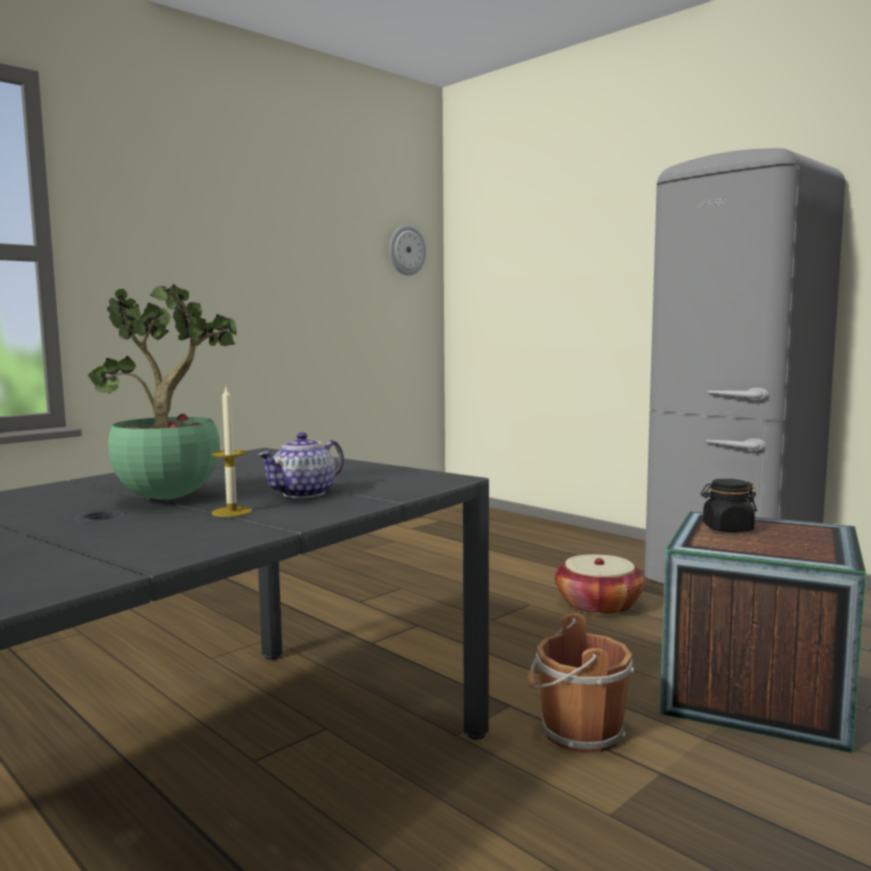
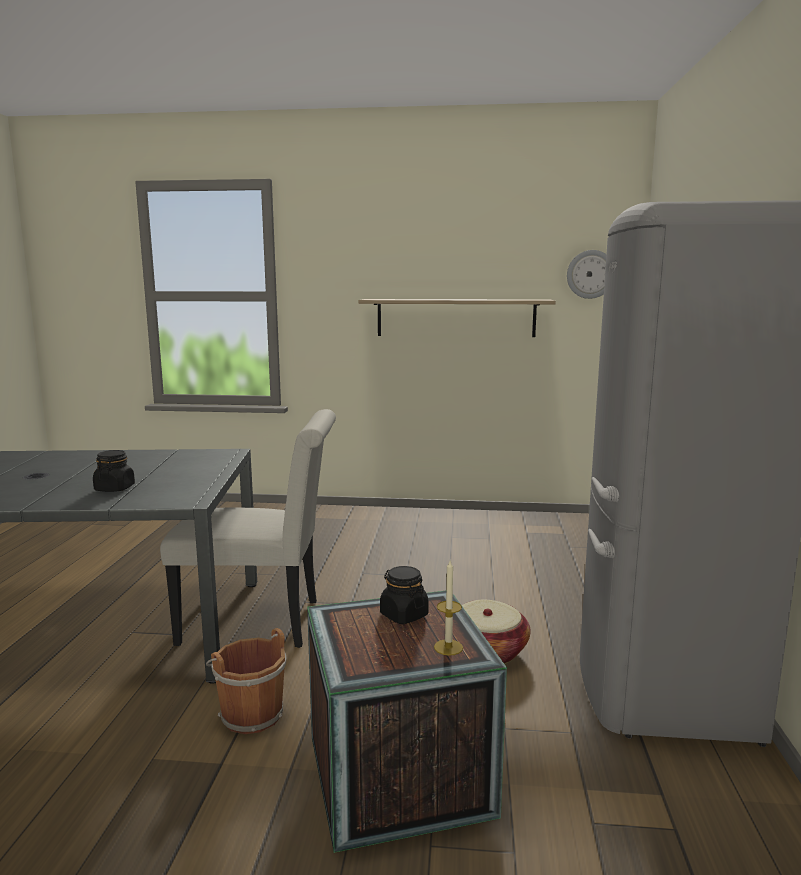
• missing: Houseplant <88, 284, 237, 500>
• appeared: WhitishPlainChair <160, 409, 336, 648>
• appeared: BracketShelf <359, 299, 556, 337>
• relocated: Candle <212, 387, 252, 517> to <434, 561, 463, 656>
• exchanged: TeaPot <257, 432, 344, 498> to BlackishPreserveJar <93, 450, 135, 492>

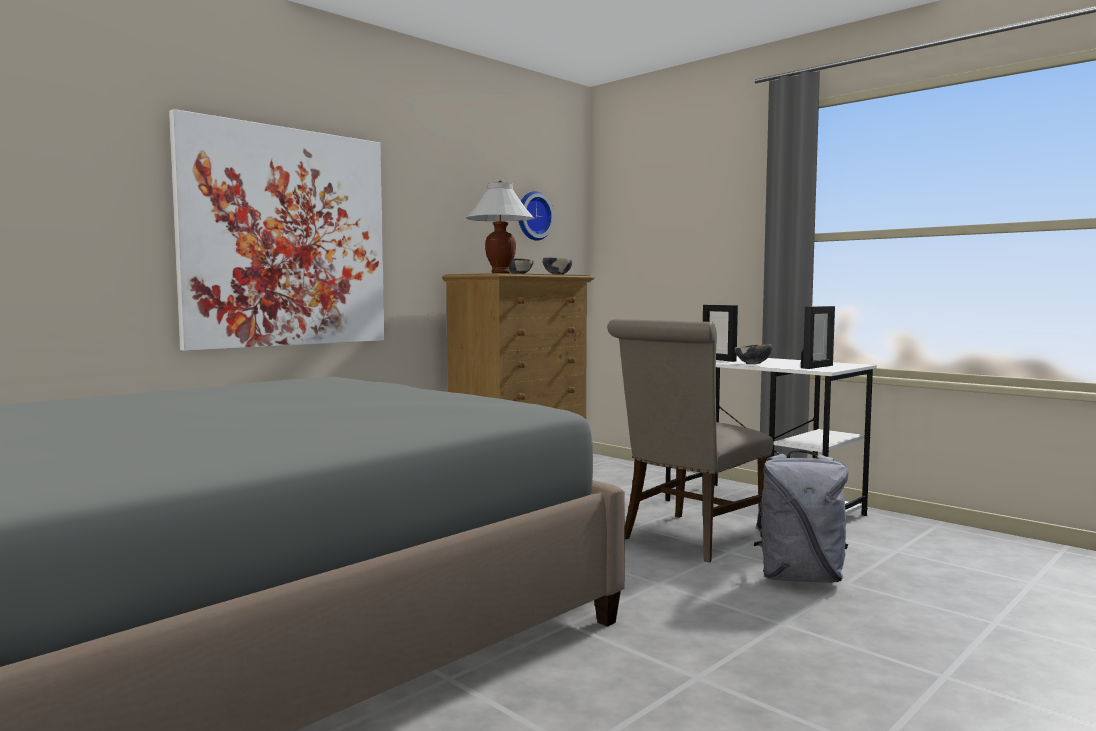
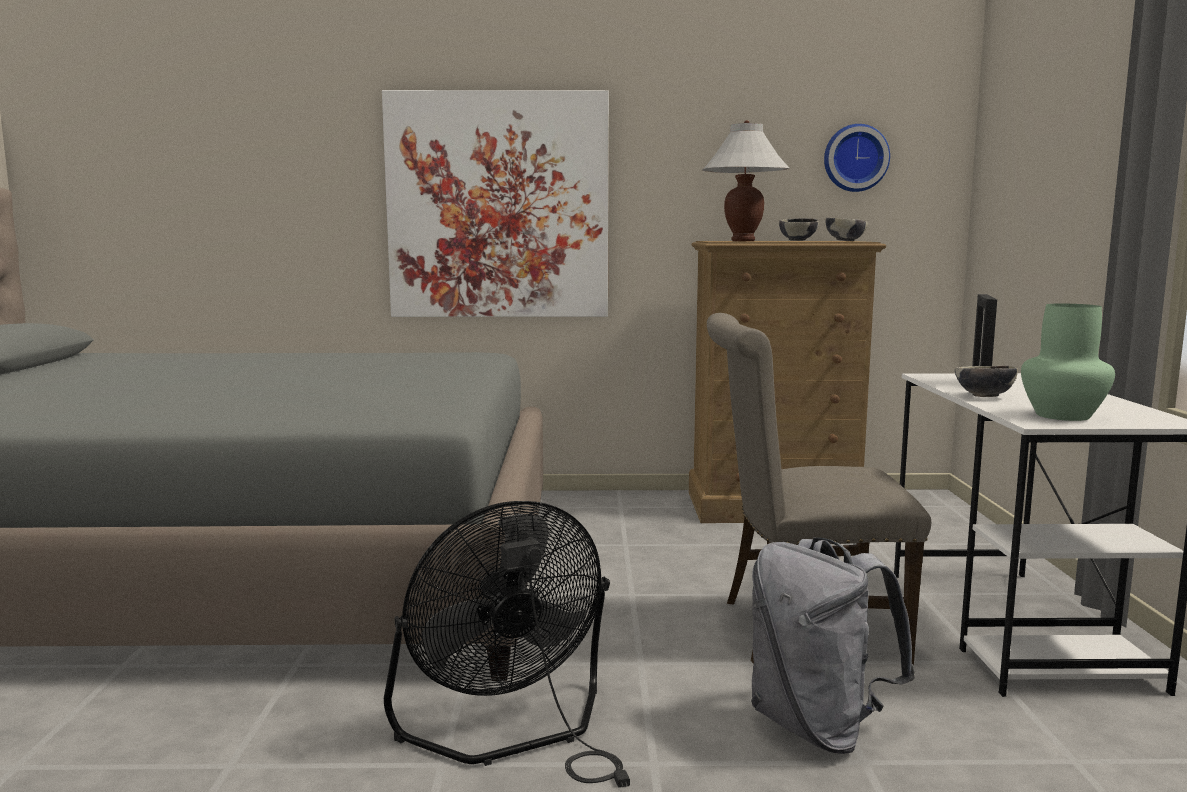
• appeared: BlackishFan <384, 501, 630, 788>
• exchanged: PhotoFrame <801, 306, 835, 369> to GreenColouredFlowerVase <1021, 304, 1115, 421>

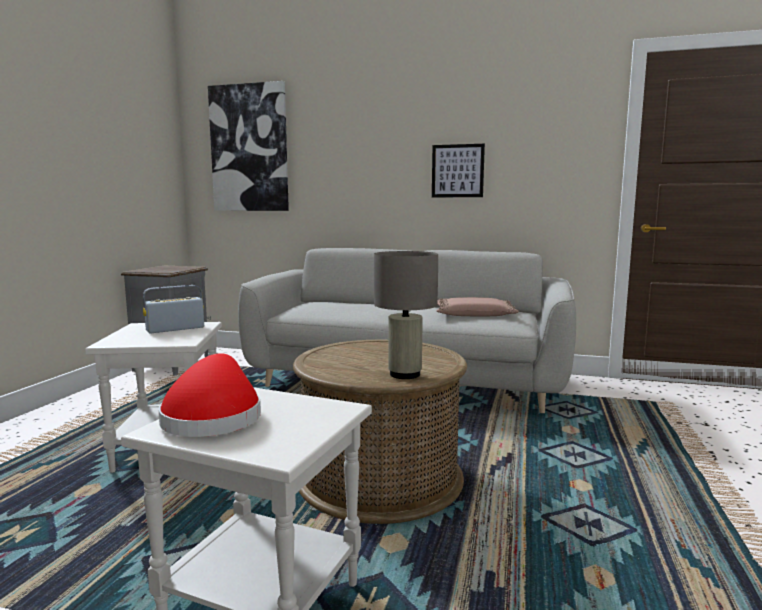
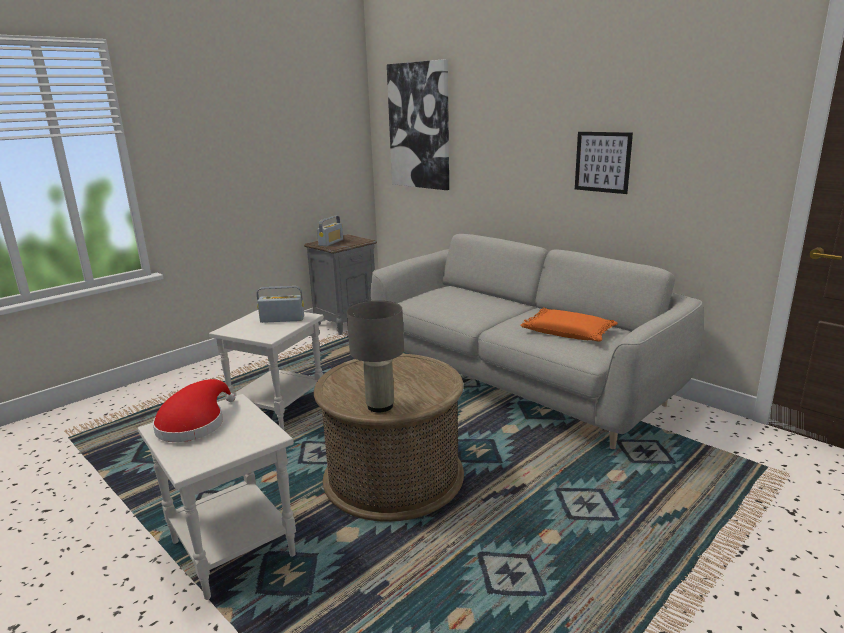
• appeared: RadioReceiver <317, 216, 343, 246>
• colour: BeigeThrowPillow <437, 297, 519, 317> to OrangeColouredThrowPillow <520, 308, 618, 341>

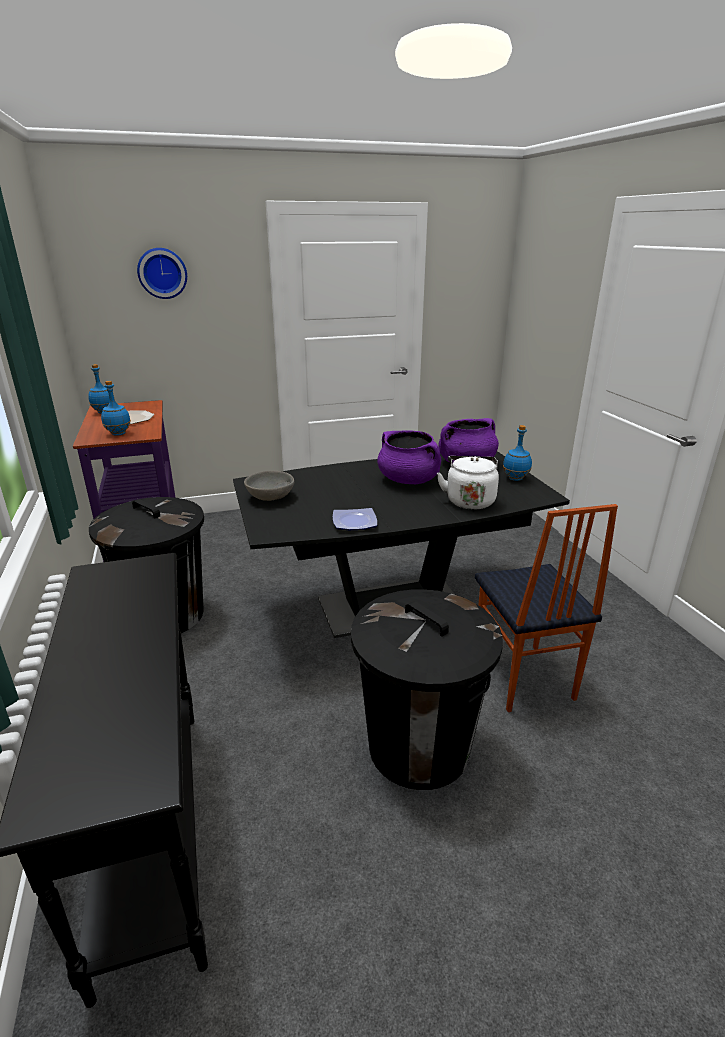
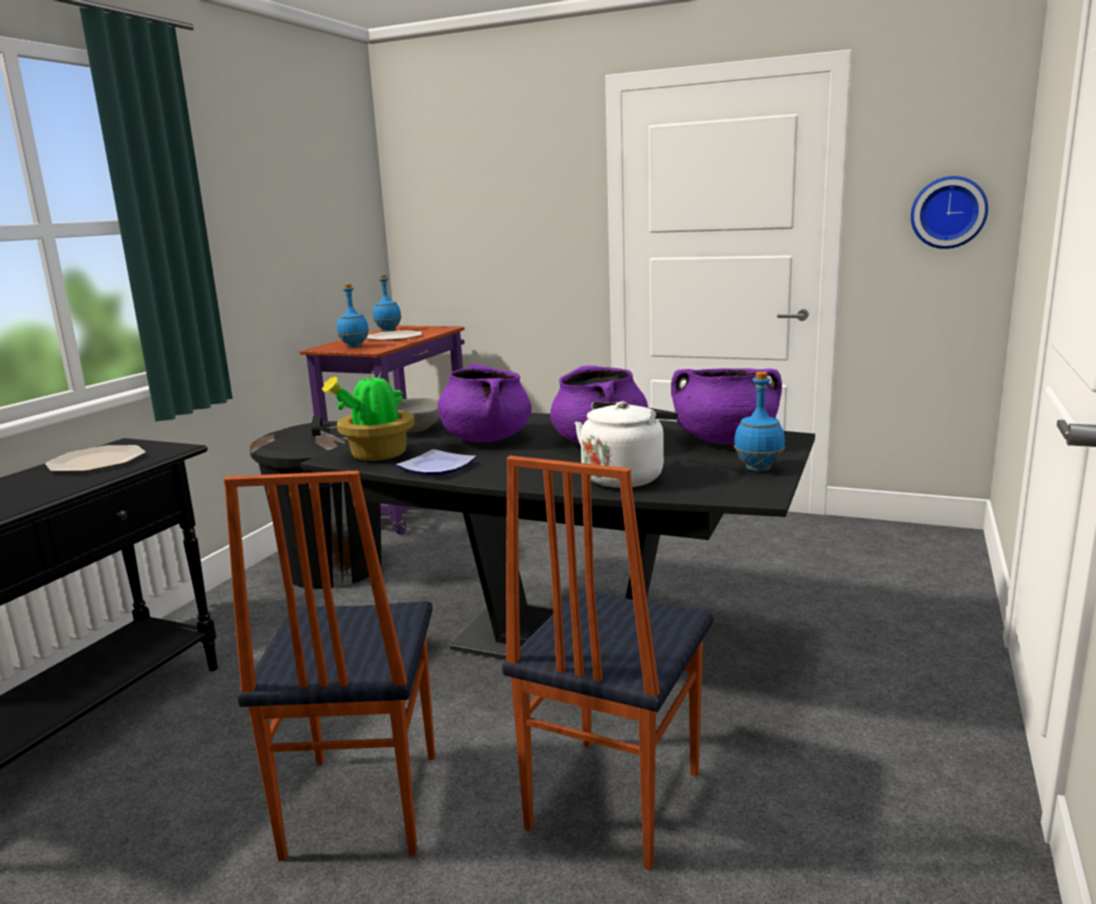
• appeared: Plate <45, 445, 146, 472>
• appeared: Houseplant <322, 371, 415, 461>
• appeared: PurpleColouredCookingPot <438, 364, 532, 442>
• relocated: HangingClock <137, 248, 187, 299> to <911, 176, 988, 249>
• exchanged: BlackishWasteBin <351, 589, 503, 790> to PlainChair <223, 471, 435, 861>

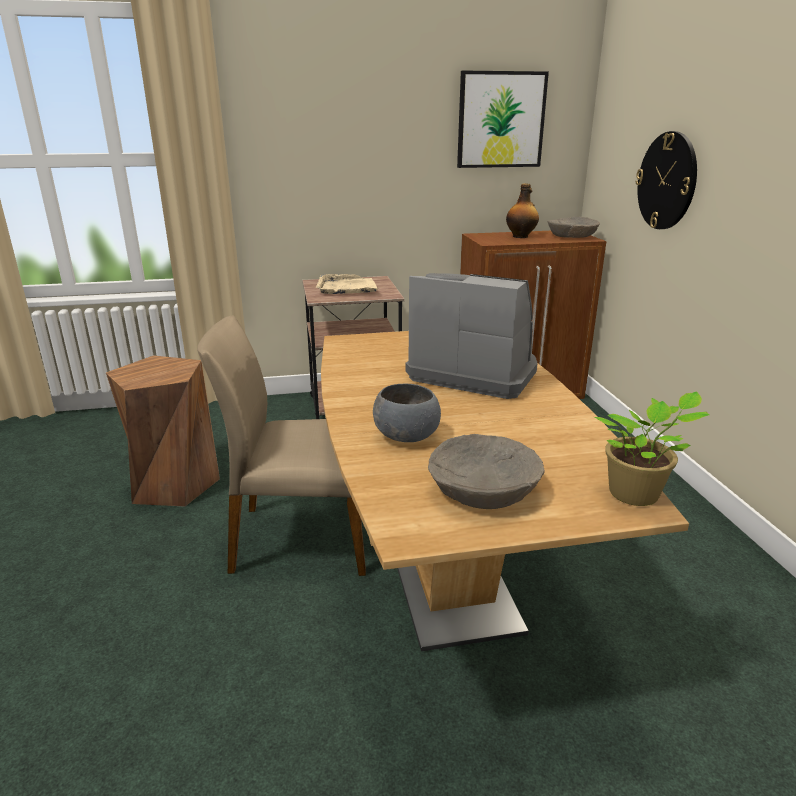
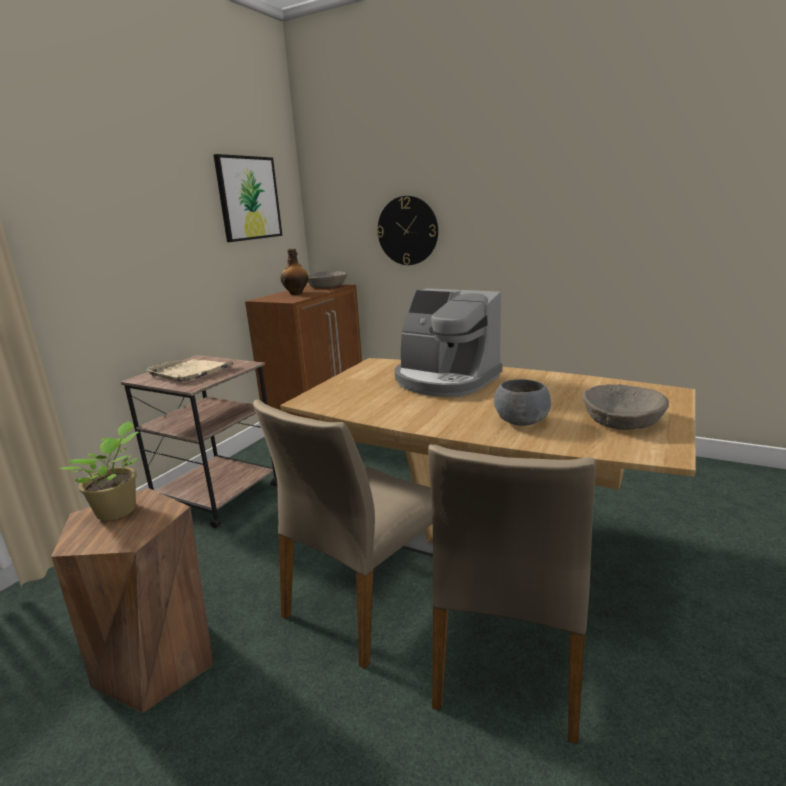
• appeared: BeigePlainChair <428, 444, 596, 744>
• relocated: Houseplant <594, 391, 709, 506> to <59, 421, 139, 521>
• spun: CoffeeMaker <406, 273, 538, 399> = <394, 288, 503, 397> 120 degrees counterclockwise

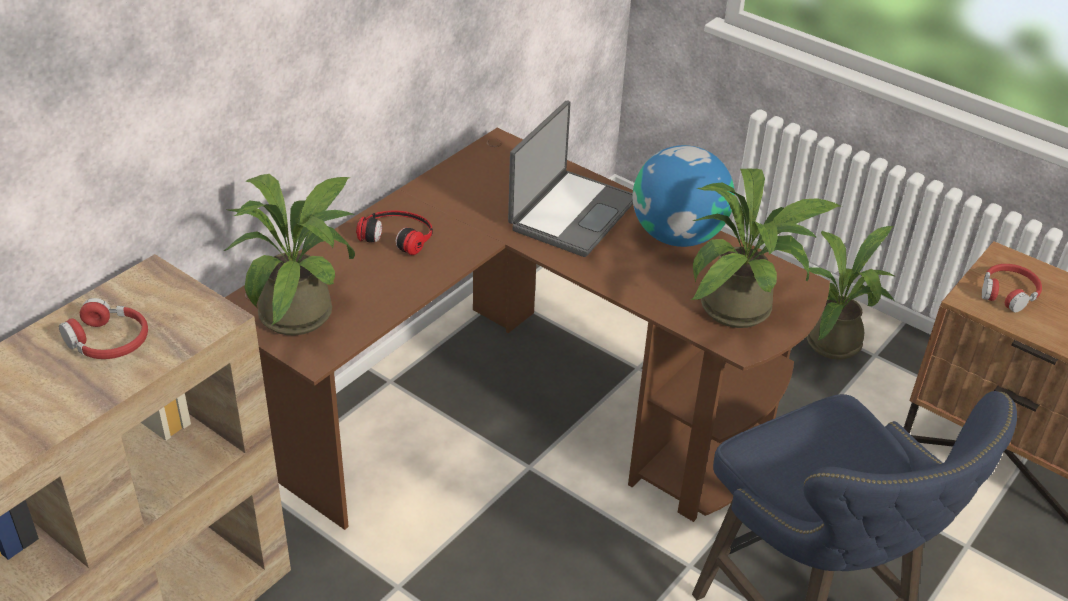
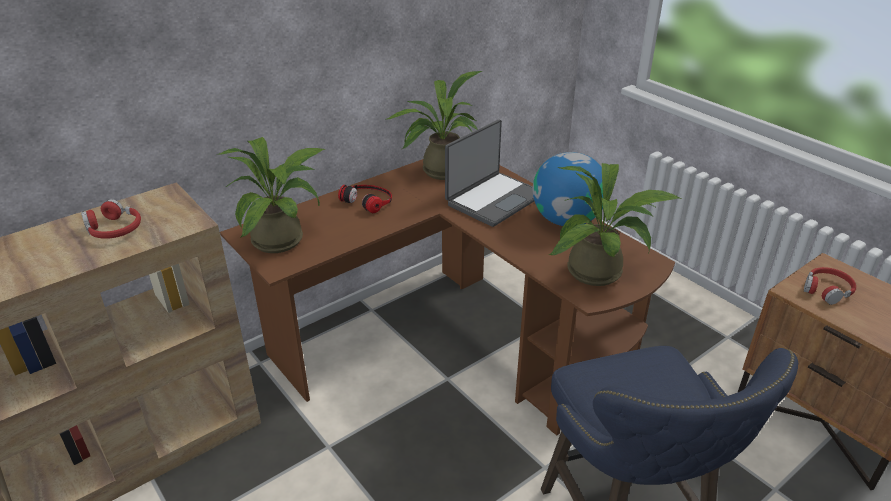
• relocated: Houseplant <804, 226, 896, 360> to <385, 71, 483, 180>

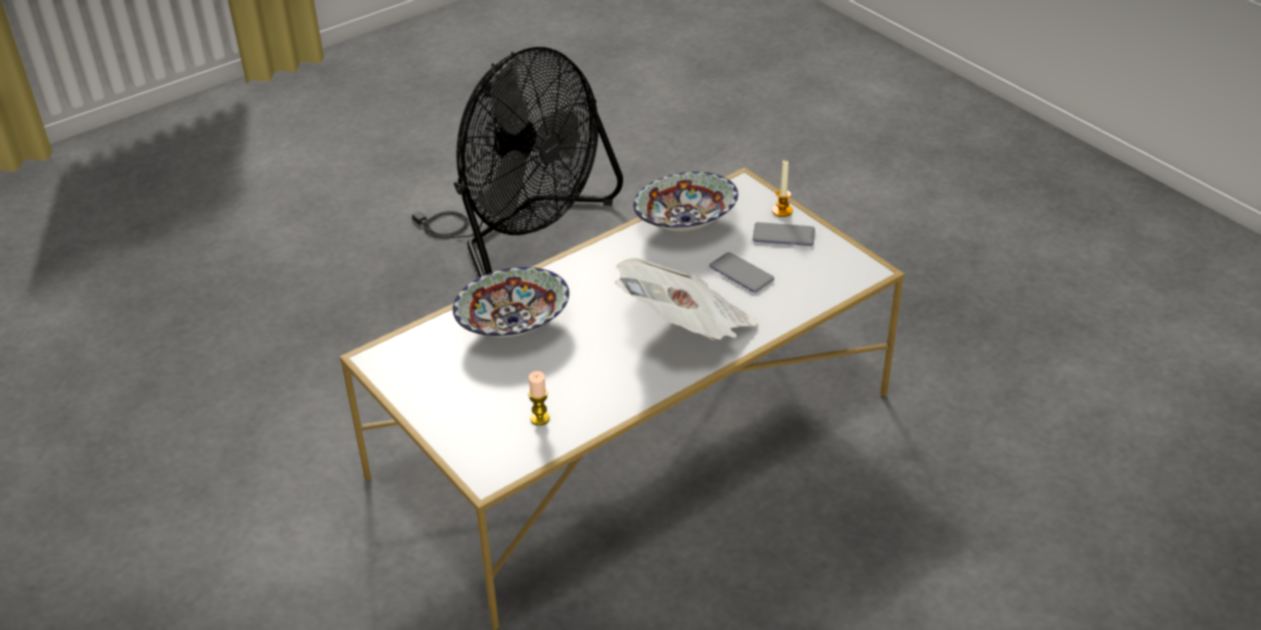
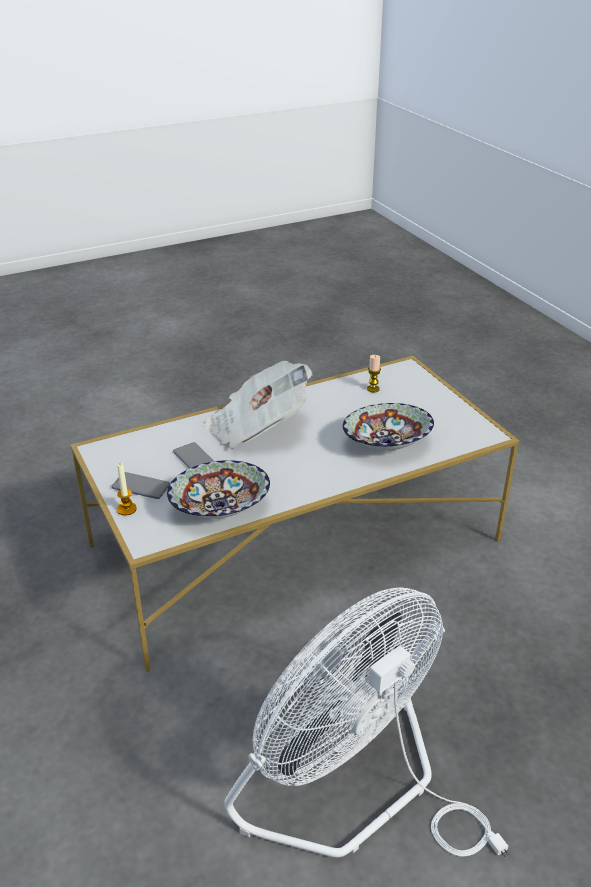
• colour: BlackishFan <412, 47, 623, 278> to WhitishFan <225, 587, 508, 857>

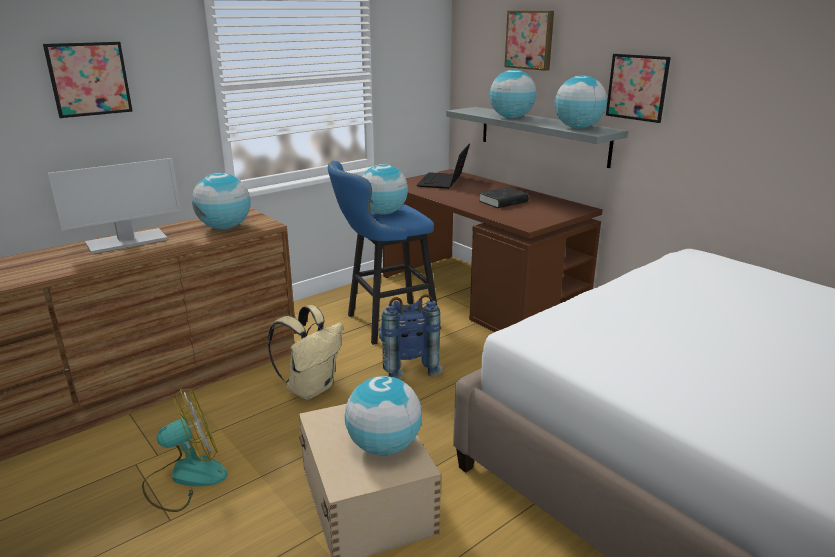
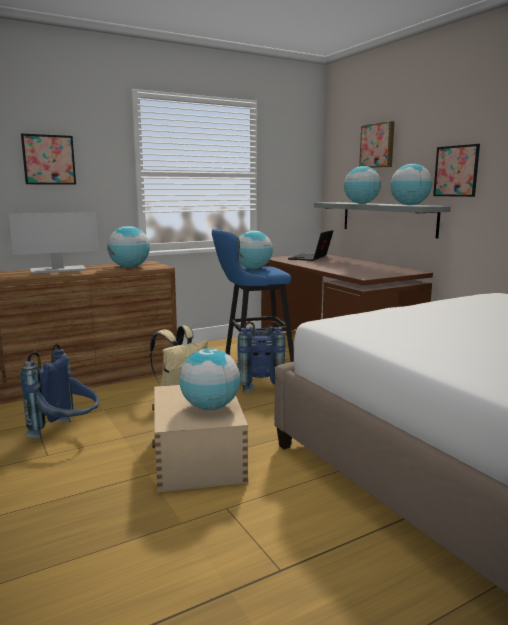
• missing: BlackishBoundBook <479, 187, 529, 208>
• exchanged: Fan <142, 388, 228, 512> to BlueColouredKnapsack <21, 344, 99, 438>

